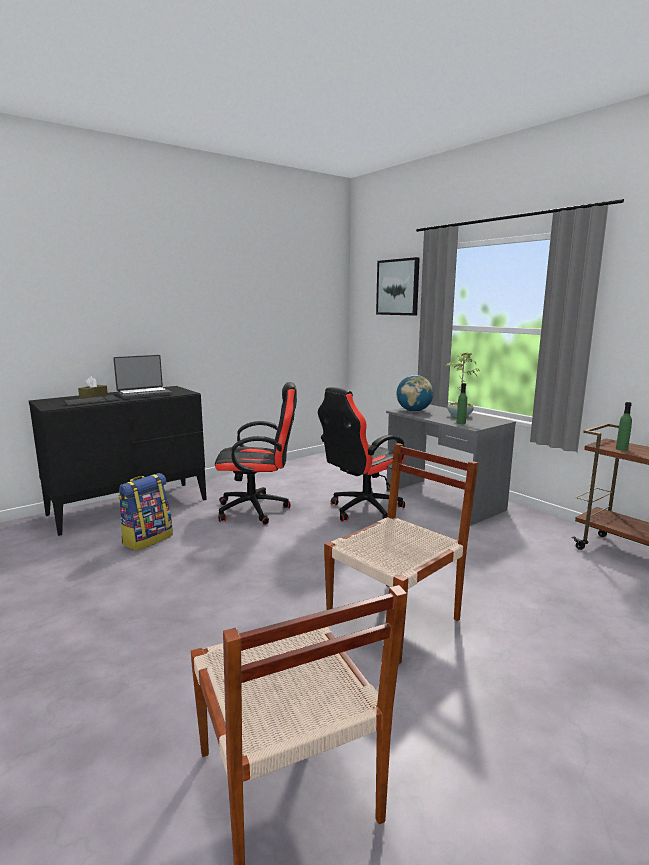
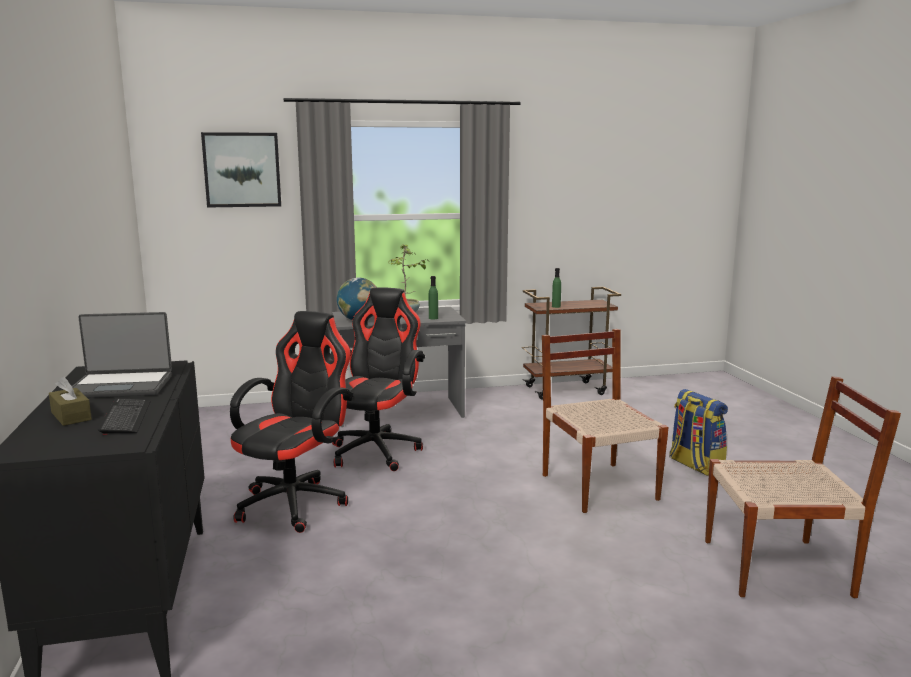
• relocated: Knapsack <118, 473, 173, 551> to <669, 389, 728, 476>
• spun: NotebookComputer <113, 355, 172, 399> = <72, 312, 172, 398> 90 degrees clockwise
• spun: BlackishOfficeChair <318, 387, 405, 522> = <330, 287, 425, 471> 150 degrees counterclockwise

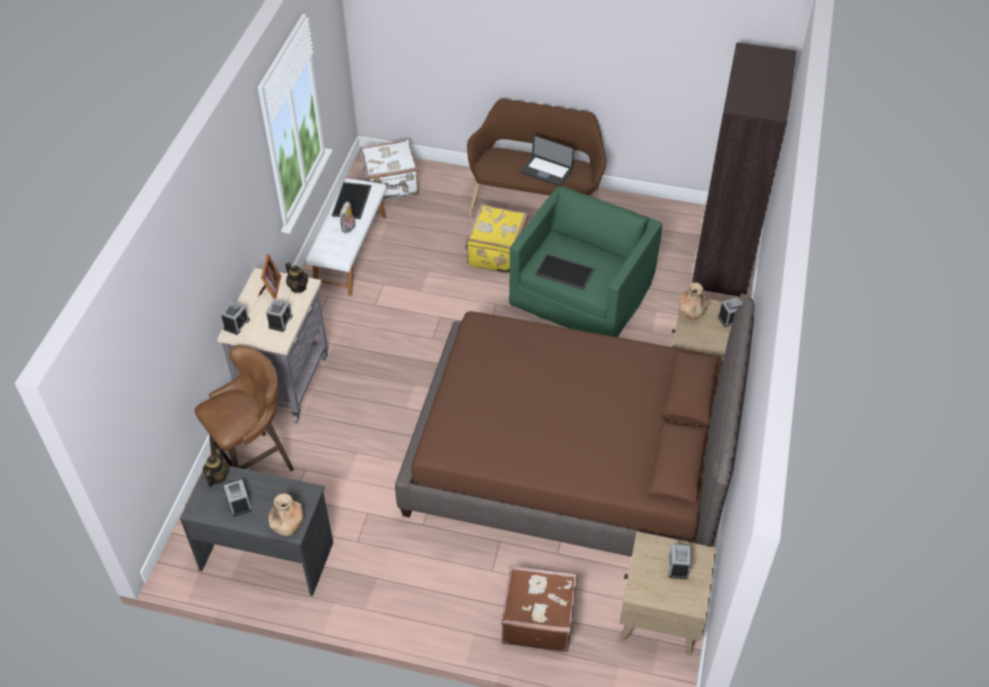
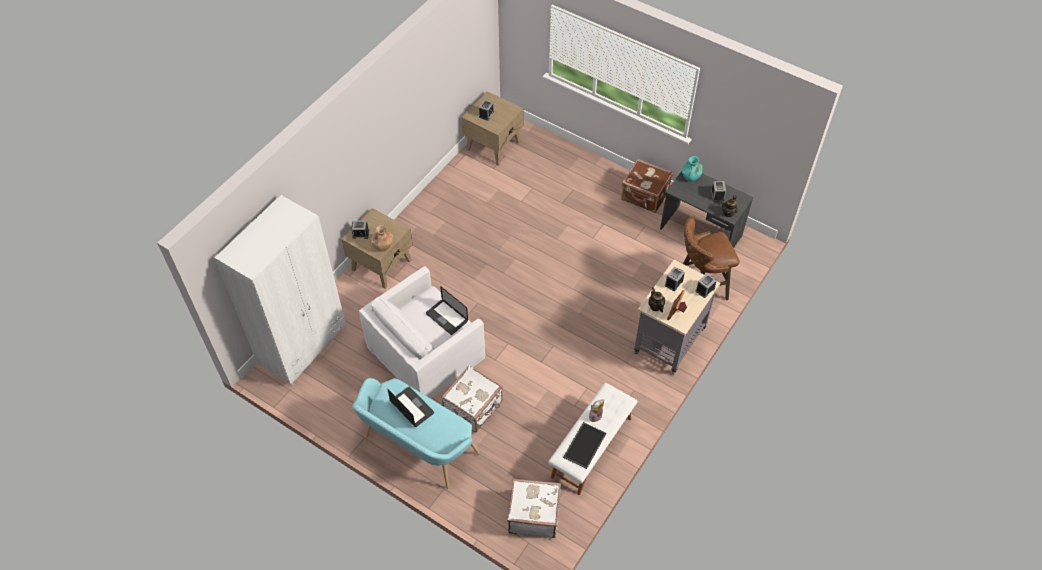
• missing: BrownishBed <395, 298, 755, 557>
• relocated: BrownishTravelCase <501, 566, 577, 652> to <621, 159, 673, 213>
• exchanged: CarryingTray <535, 254, 595, 290> to NotebookComputer <426, 286, 468, 335>
• colour: BrownishFlowerVase <268, 493, 303, 536> to TurquoiseColouredFlowerVase <682, 156, 703, 182>
• colour: YellowishTravelCase <465, 204, 528, 274> to WhitishTravelCase <441, 366, 503, 432>
• colour: BrownishIndoorBench <467, 99, 606, 217> to TurquoiseColouredIndoorBench <352, 378, 480, 489>
• colour: GreenColouredLoungeChair <509, 186, 662, 337> to WhitishLoungeChair <359, 266, 486, 398>
• colour: BrownishArmoire <692, 43, 797, 297> to WhitishArmoire <214, 195, 346, 385>

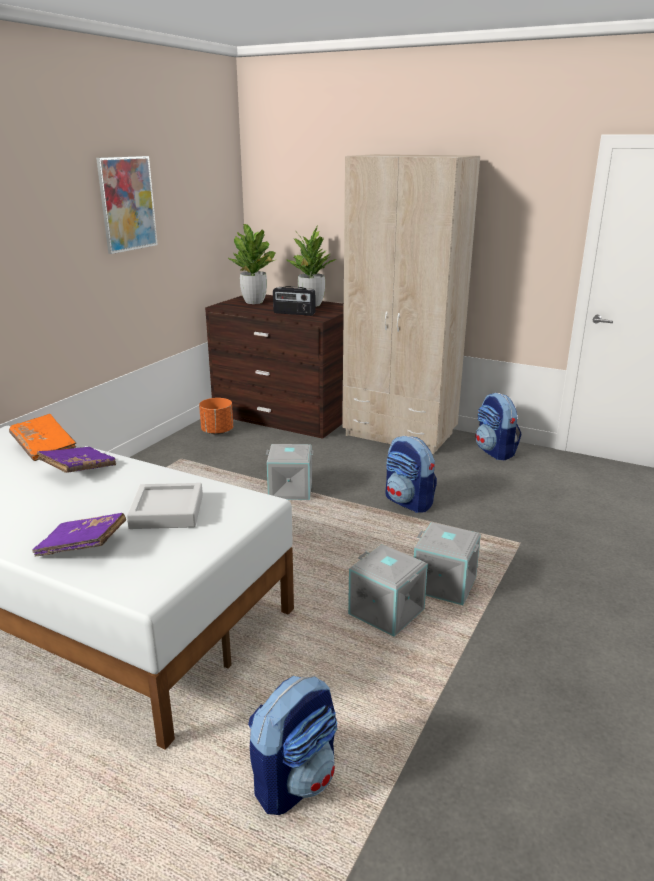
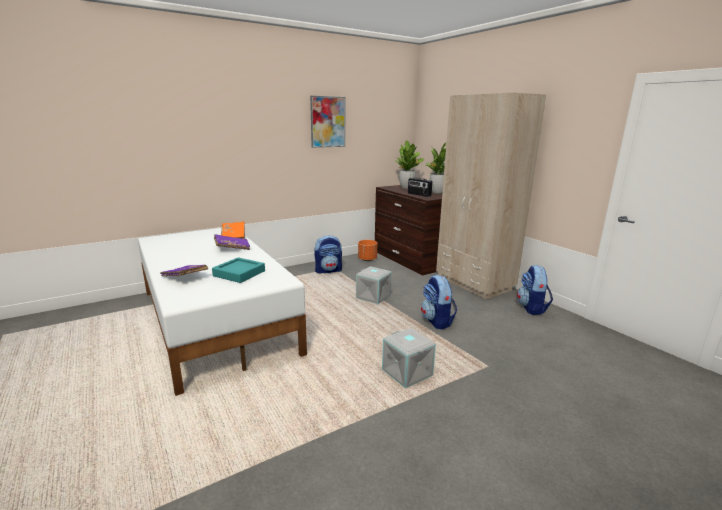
• missing: GrayStorageBin <348, 544, 428, 636>
• relocated: Knapsack <248, 676, 338, 815> to <314, 235, 342, 273>
• colour: GrayCarryingTray <127, 483, 203, 529> to TurquoiseColouredCarryingTray <212, 257, 265, 283>

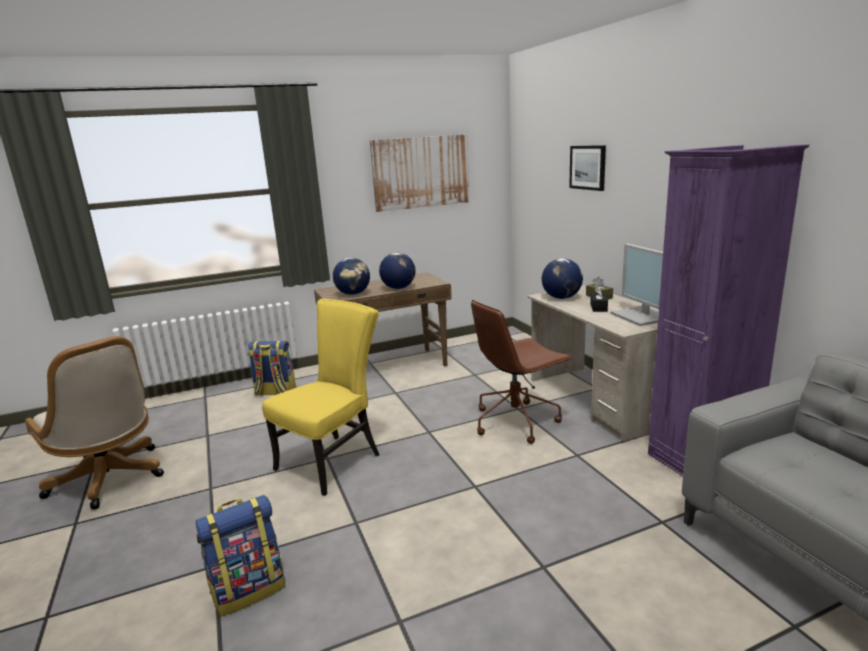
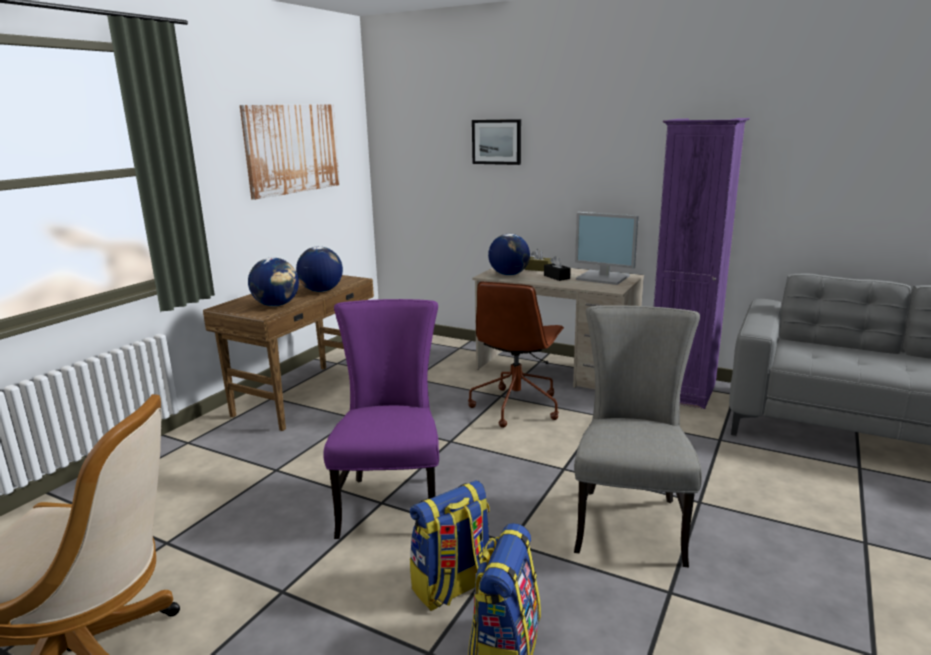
• appeared: GrayPlainChair <574, 305, 702, 568>
• relocated: Knapsack <248, 341, 296, 395> to <410, 480, 490, 611>
• colour: YellowishPlainChair <262, 299, 379, 496> to PurpleColouredPlainChair <323, 299, 439, 539>

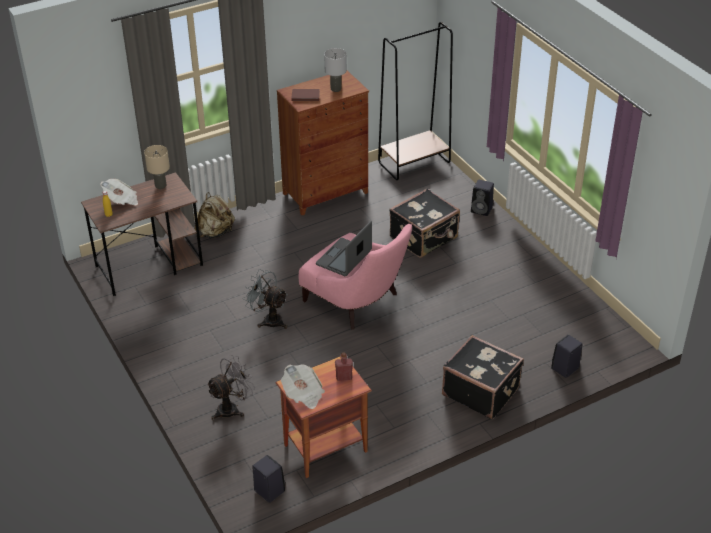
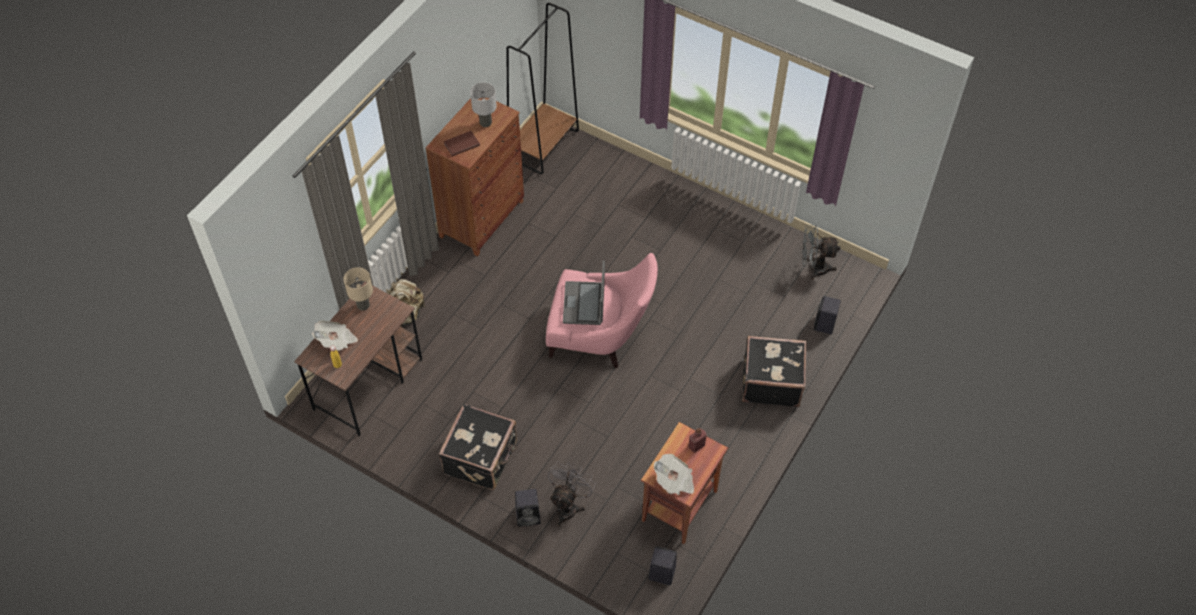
• relocated: GrayFan <243, 269, 288, 329> to <802, 225, 840, 280>
• relocated: BlackishTravelCase <389, 188, 460, 258> to <439, 404, 517, 490>
• relocated: BlackishAudioSpeaker <471, 180, 494, 216> to <515, 489, 541, 527>

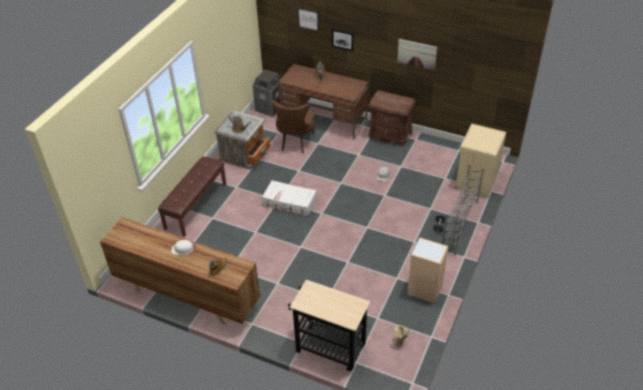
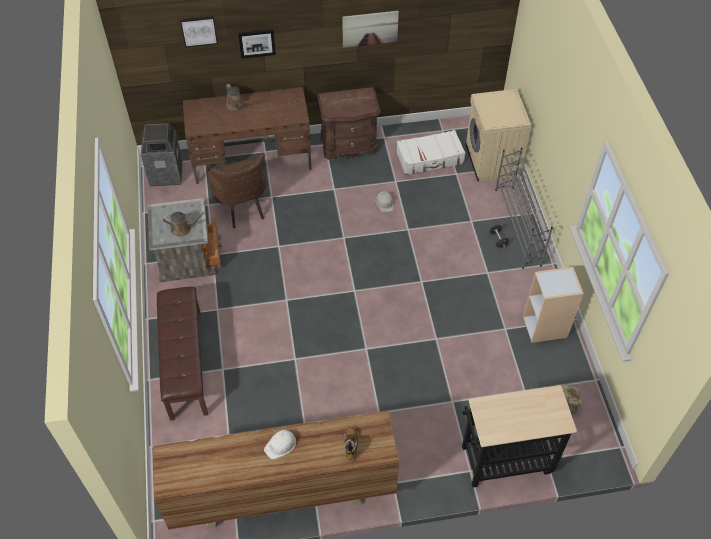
• relocated: WhitishTravelCase <262, 180, 317, 216> to <396, 130, 466, 175>

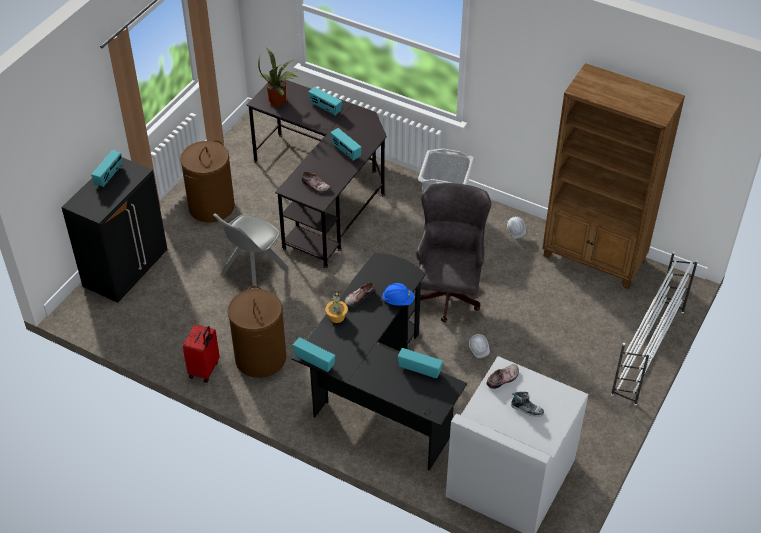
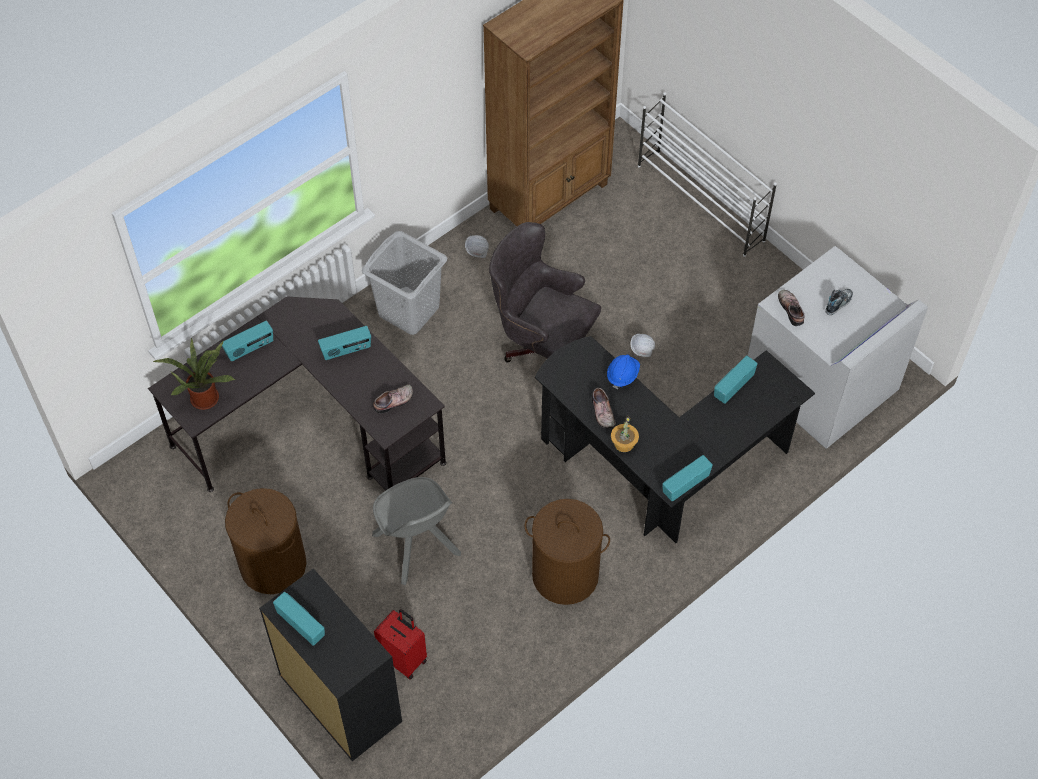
• relocated: RedColouredTravelCase <183, 324, 220, 383> to <374, 609, 427, 679>

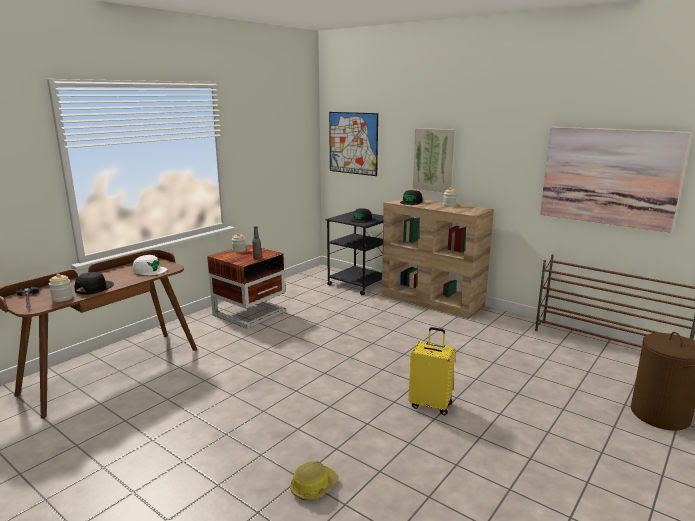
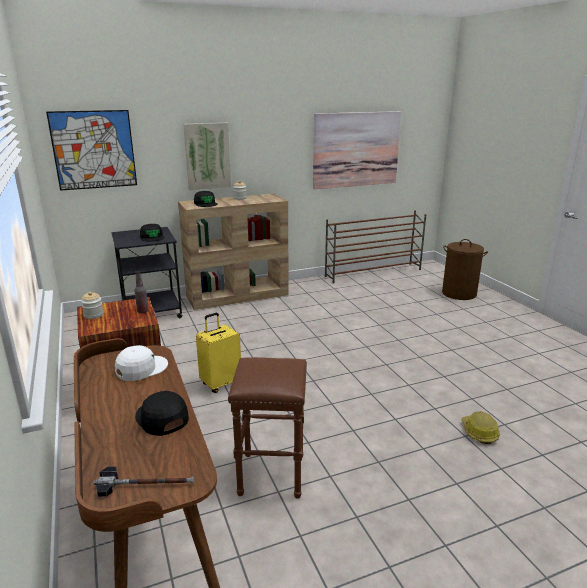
• missing: PreserveJar <49, 274, 73, 302>
• appeared: BrownishStool <228, 357, 307, 499>
• relocated: YellowishTravelCase <409, 327, 455, 415> to <196, 313, 241, 393>

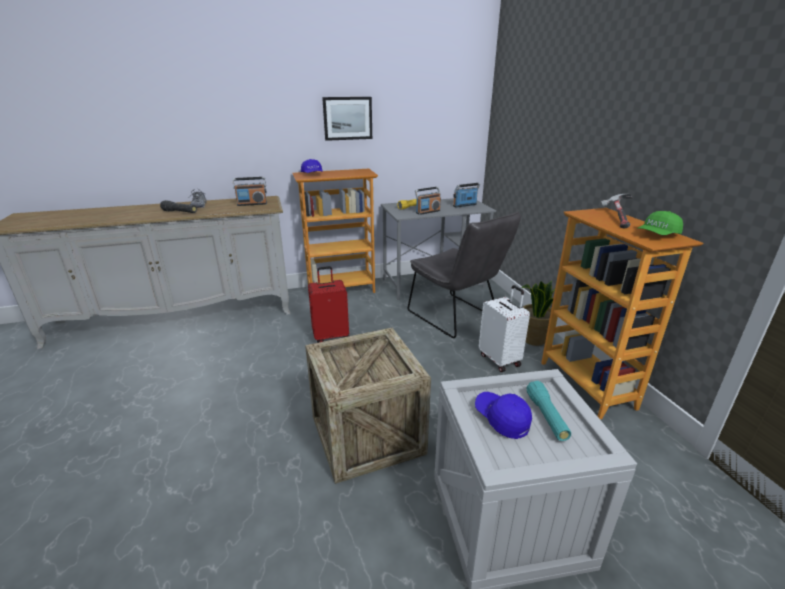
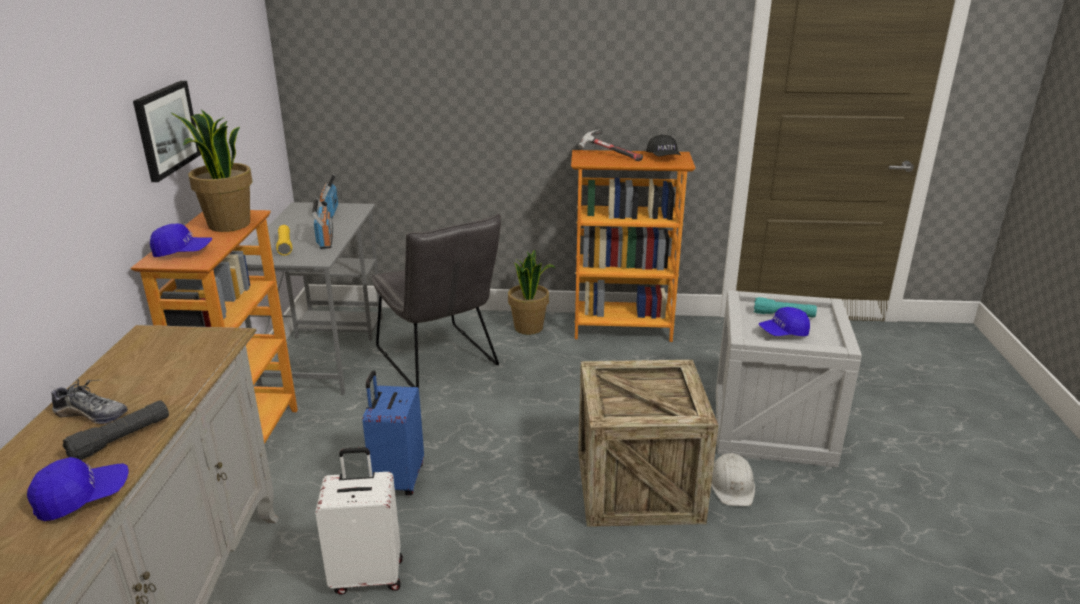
• missing: RadioReceiver <233, 177, 267, 206>
• appeared: BlueColouredCap <27, 457, 129, 521>
• appeared: Houseplant <170, 110, 253, 232>
• appeared: WhitishSafetyHelmet <711, 453, 755, 506>
• relocated: WhitishTravelCase <479, 285, 530, 372> to <315, 447, 403, 595>
• colour: RedColouredTravelCase <308, 266, 349, 343> to BlueColouredTravelCase <362, 370, 424, 495>
• colour: GreenColouredCap <637, 211, 683, 235> to BlackishCap <646, 134, 681, 157>
• spun: GrayPlainChair <408, 211, 521, 338> = <372, 214, 501, 388> 75 degrees clockwise

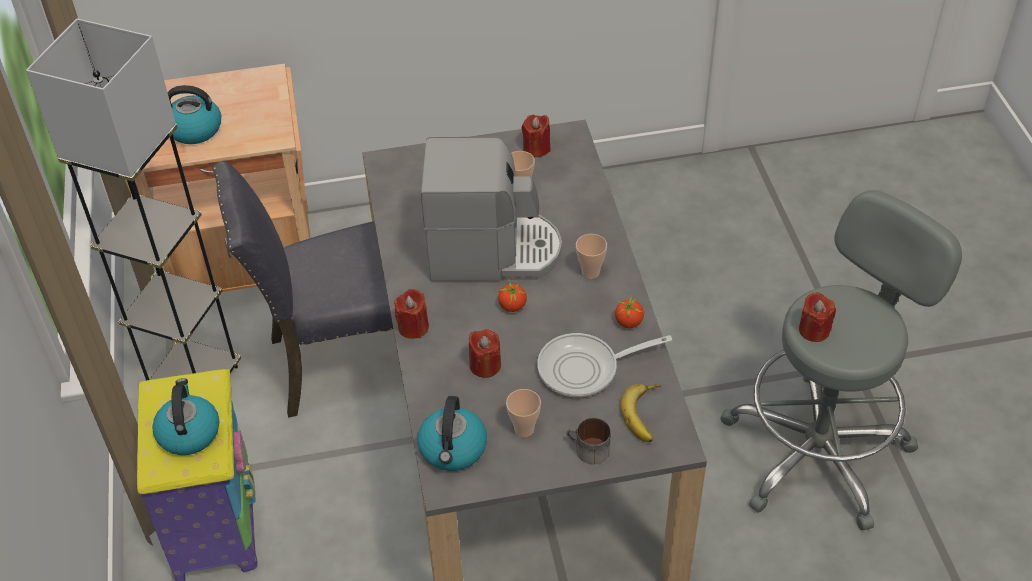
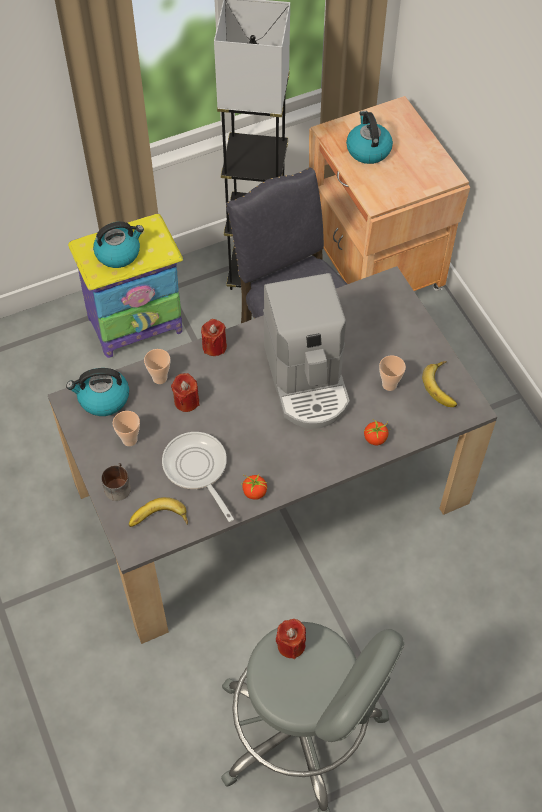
• relocated: FreshTomato <498, 277, 527, 312> to <364, 420, 391, 445>
• relocated: Cup <576, 234, 607, 279> to <144, 349, 170, 384>
• exchanged: RedColouredCandle <522, 115, 551, 157> to Banana <422, 361, 457, 407>

